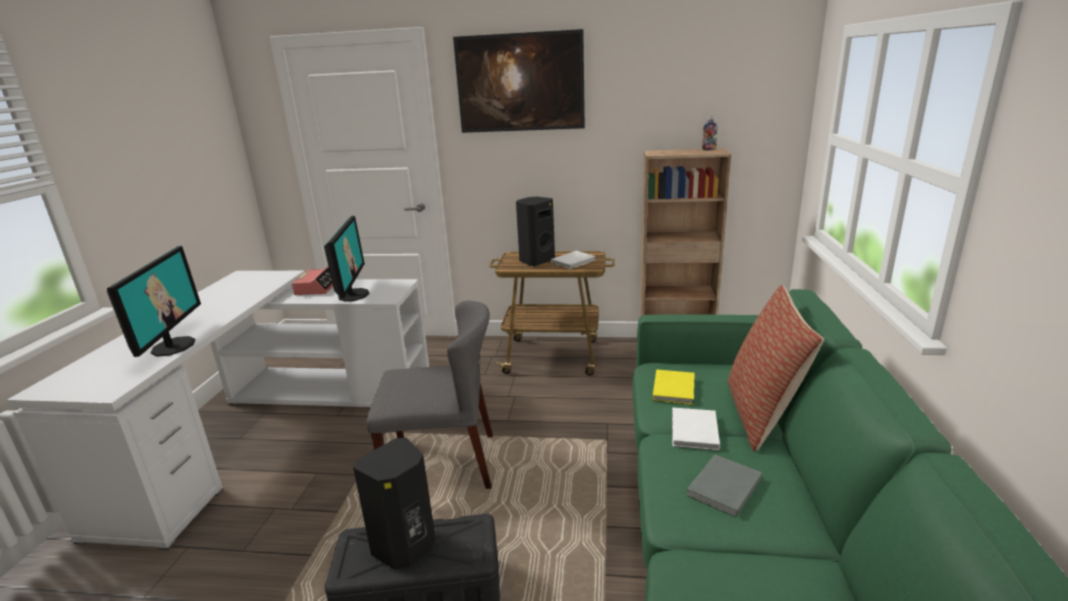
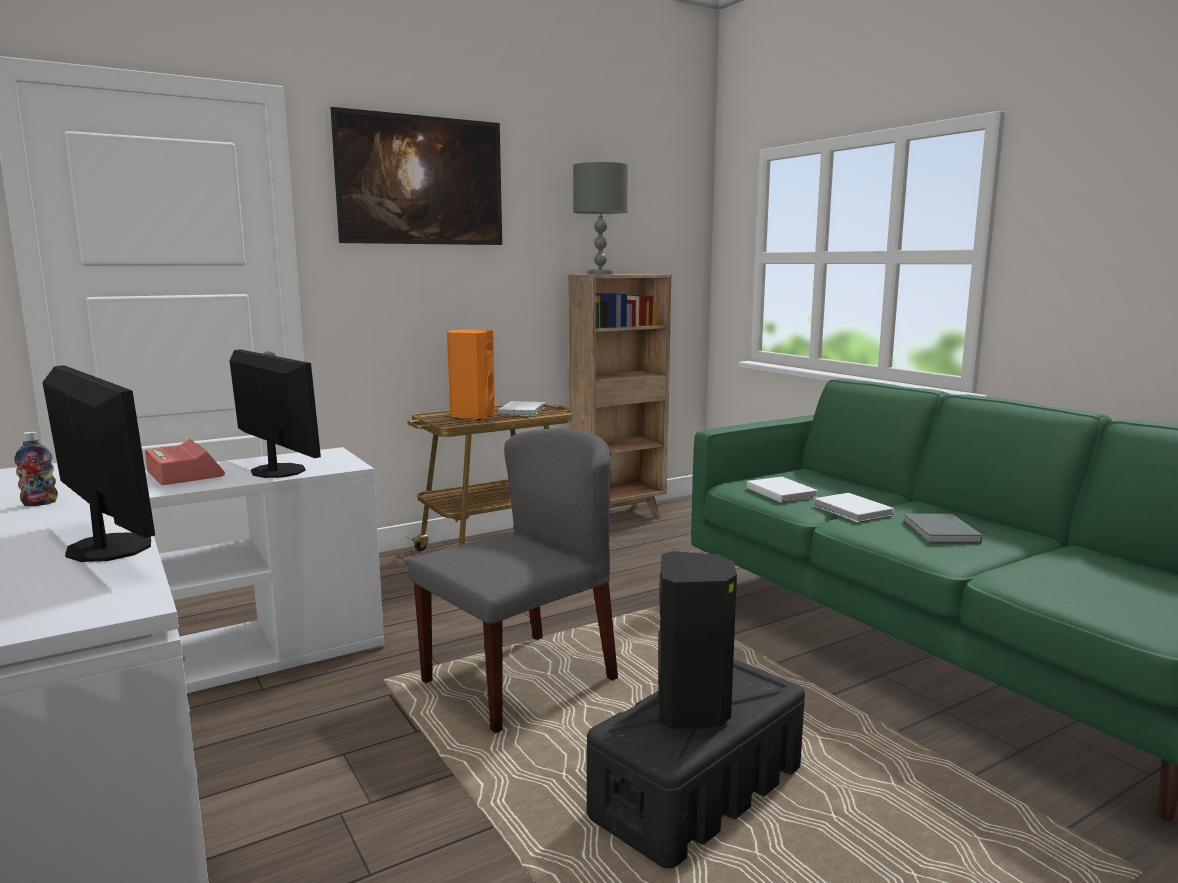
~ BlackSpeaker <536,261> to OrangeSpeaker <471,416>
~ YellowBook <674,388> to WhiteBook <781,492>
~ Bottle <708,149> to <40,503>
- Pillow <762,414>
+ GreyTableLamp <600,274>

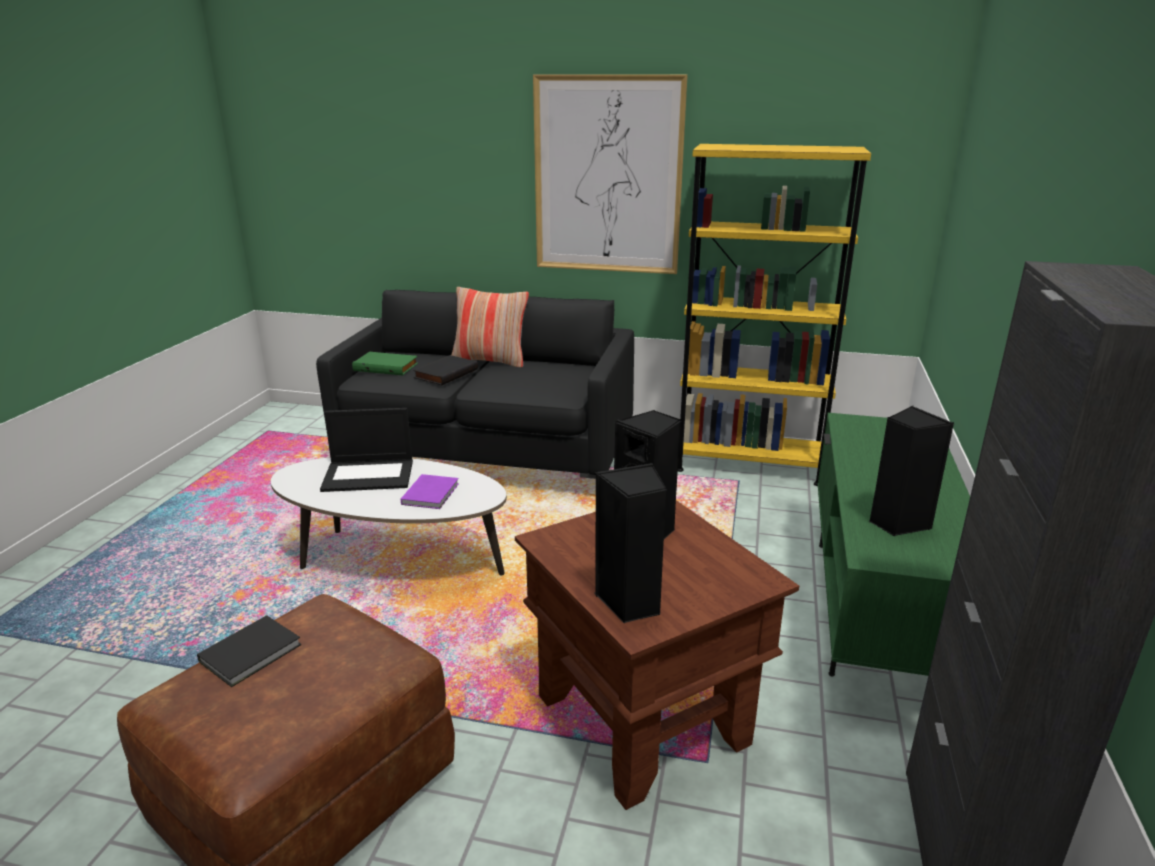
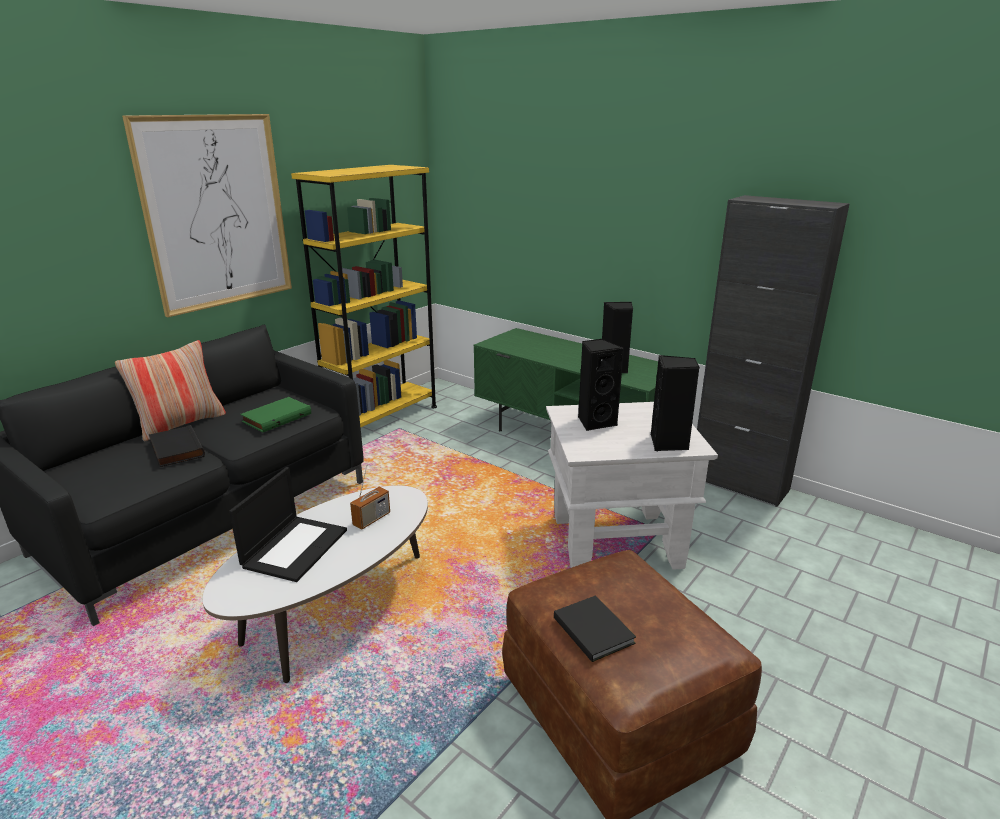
~ GreenBook <387,366> to <276,417>
~ PurpleBook <432,493> to Radio <371,519>
~ BrownSideTable <642,718> to WhiteSideTable <615,541>

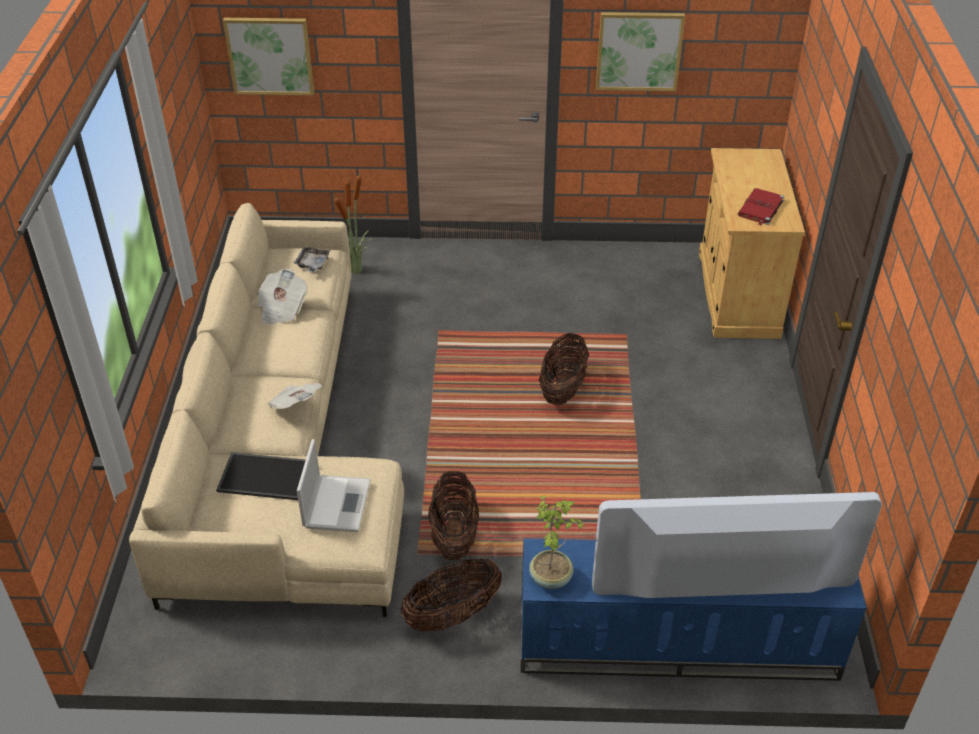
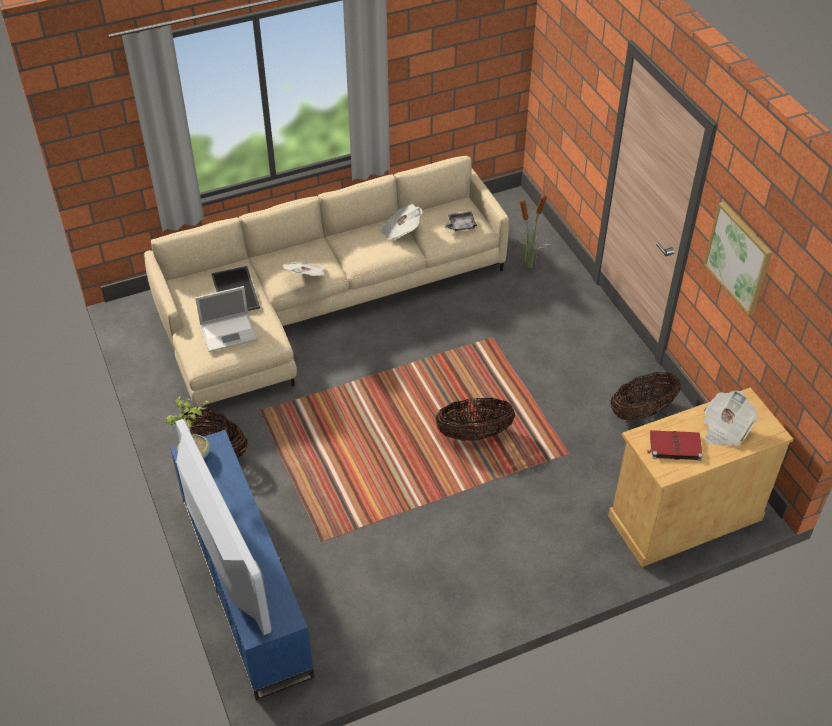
- Picture <270,55>
~ Basket <454,535> to <642,411>
+ Newspaper <724,429>

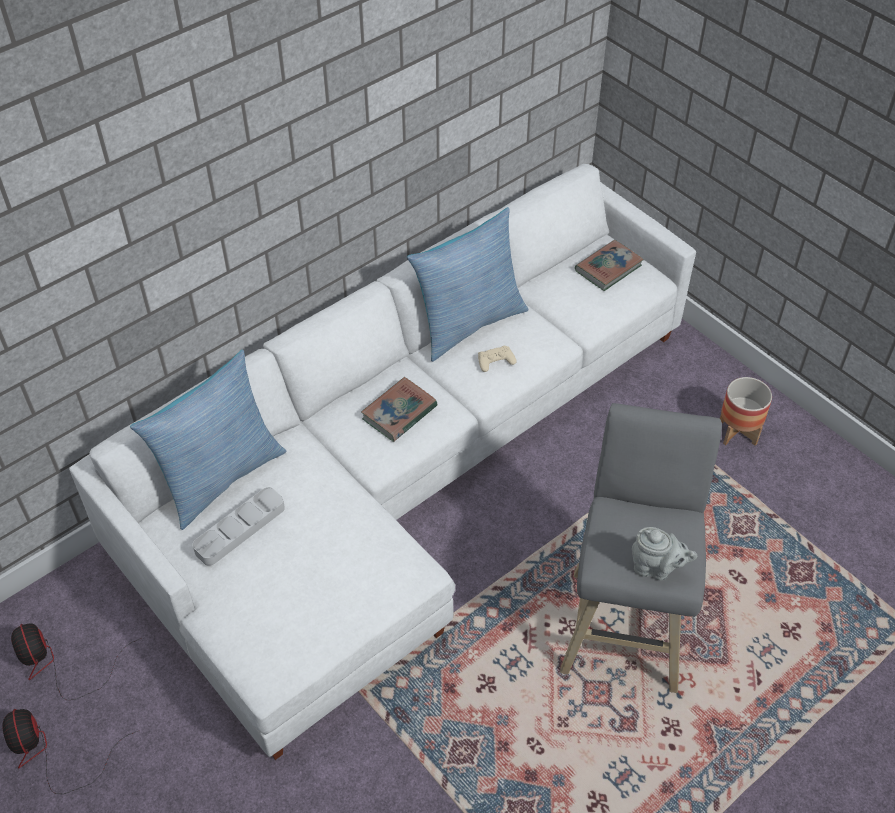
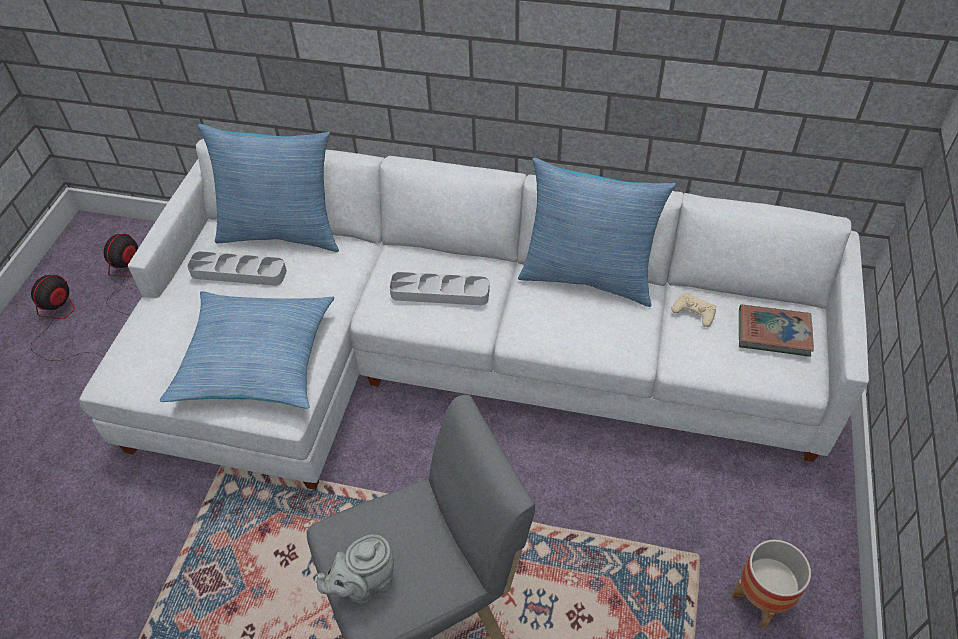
~ Book <399,413> to GreyTray <440,292>
~ BeigeGameController <495,361> to <694,312>
~ GreyTeapot <656,568> = <365,584> 75 degrees clockwise
+ Pillow <255,359>

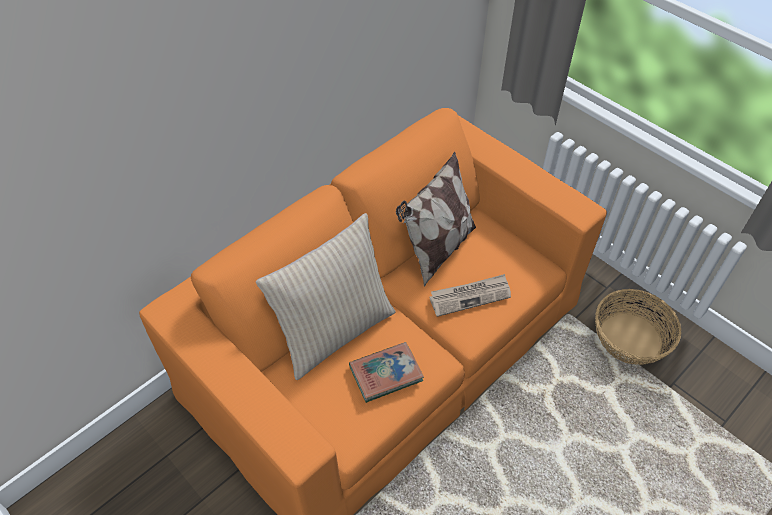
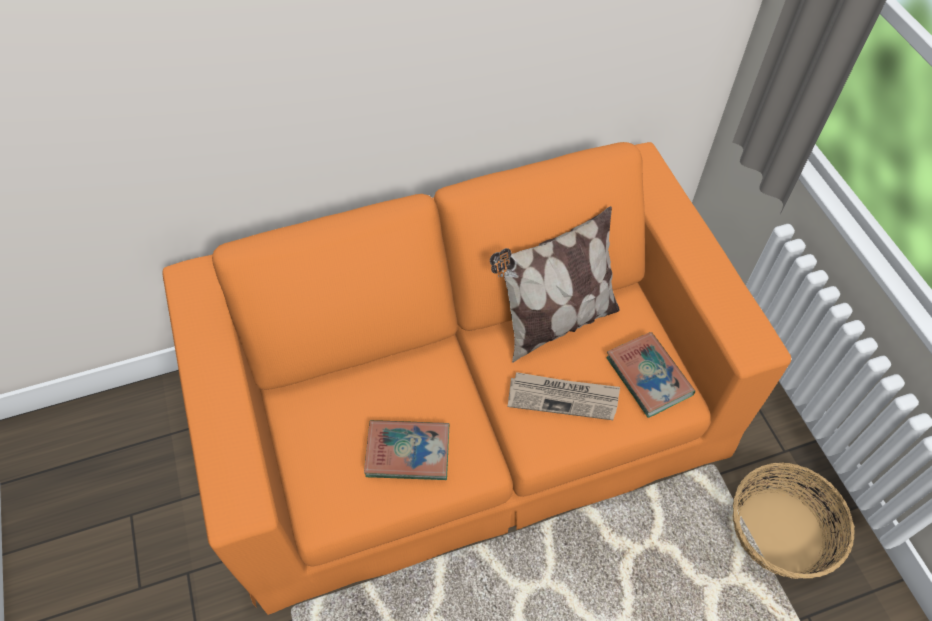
- BeigePillow <334,331>
+ Book <648,377>

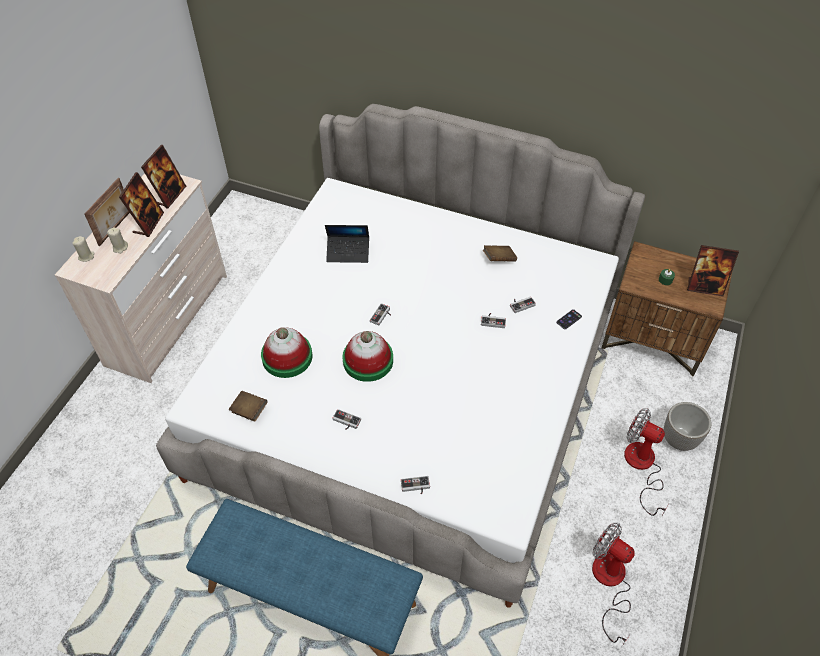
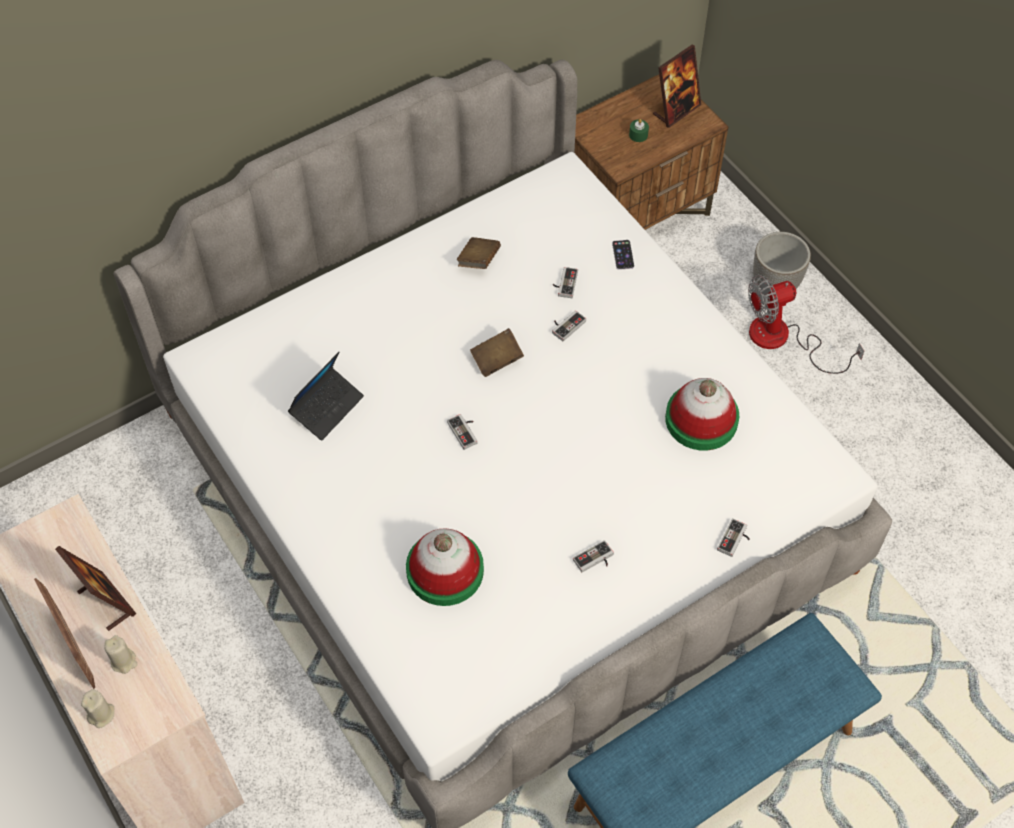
- PictureFrame <170,195>
~ BrownBook <249,411> to <496,360>
~ Hat <368,360> to <701,419>
- Fan <609,583>

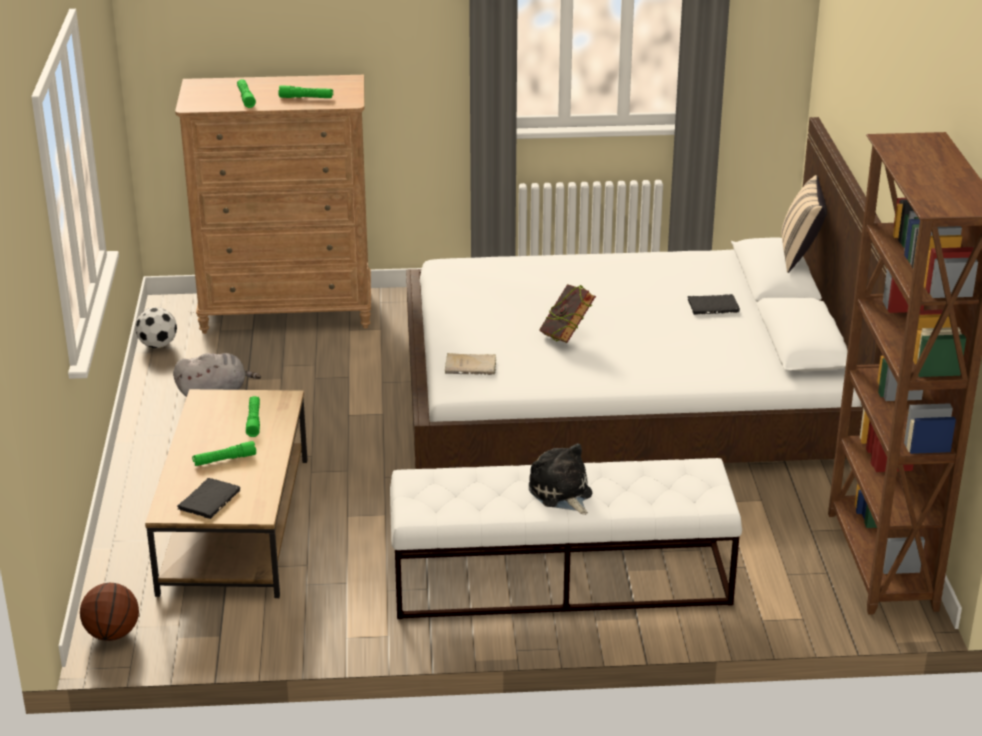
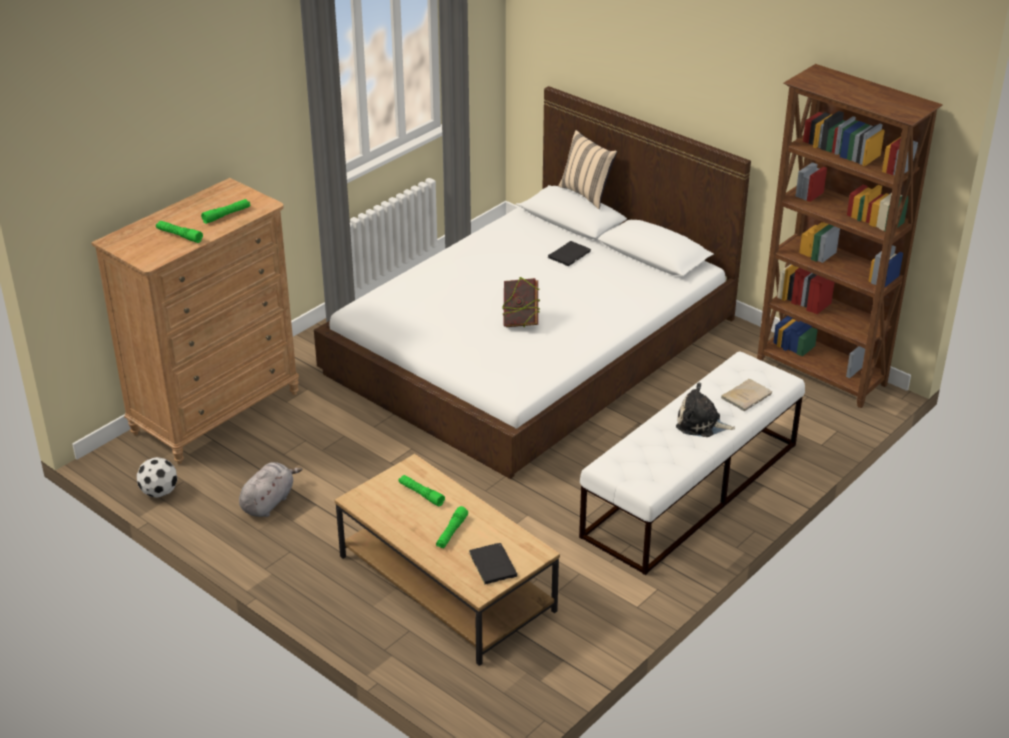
- Basketball <112,634>
~ BeigeBook <472,366> to <747,396>

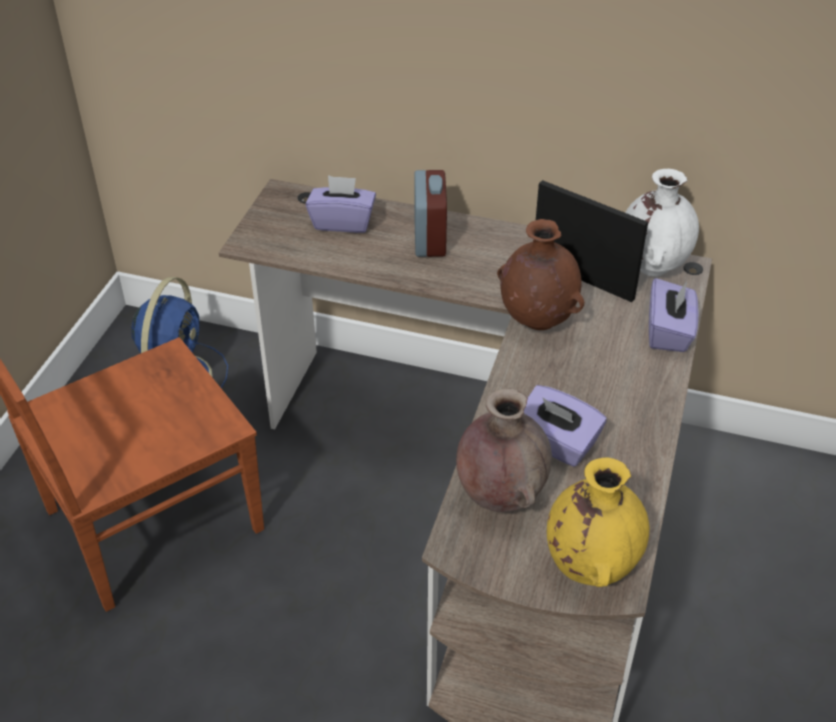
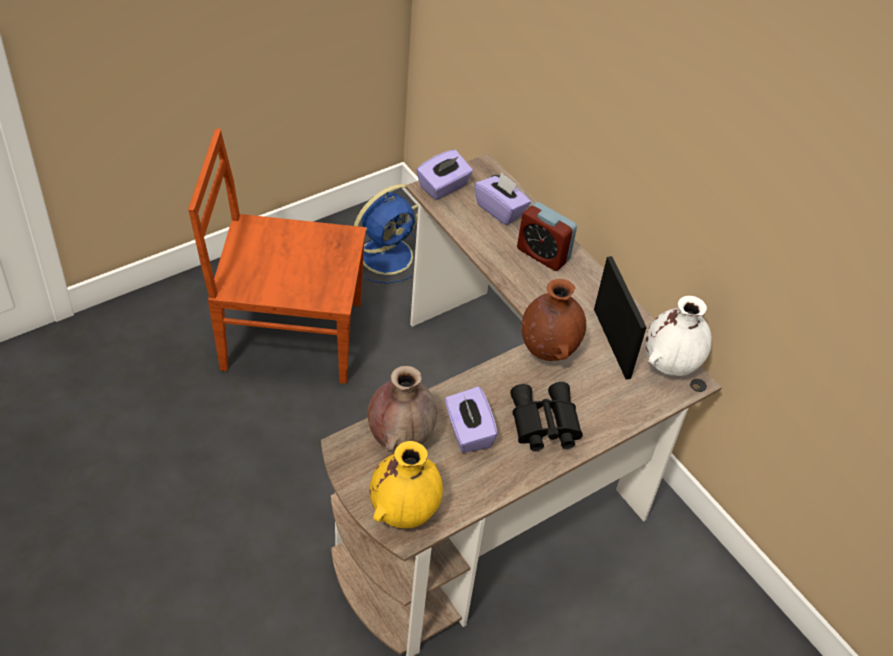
~ AlarmClock <430,239> = <543,254> 90 degrees clockwise
~ PurpleTissueBox <669,332> to <443,187>
+ BlackBinoculars <543,424>

